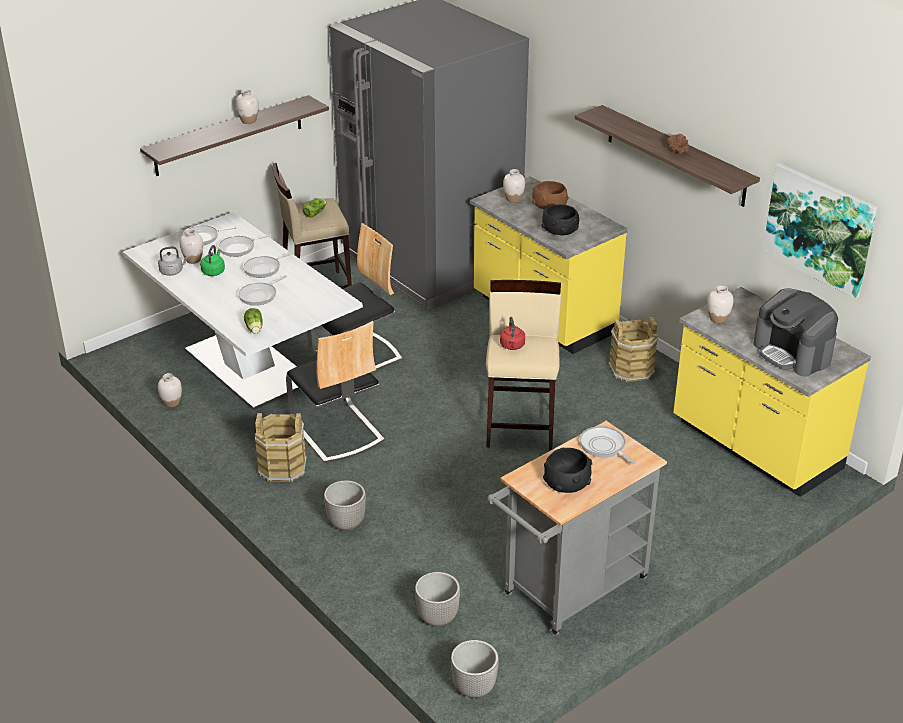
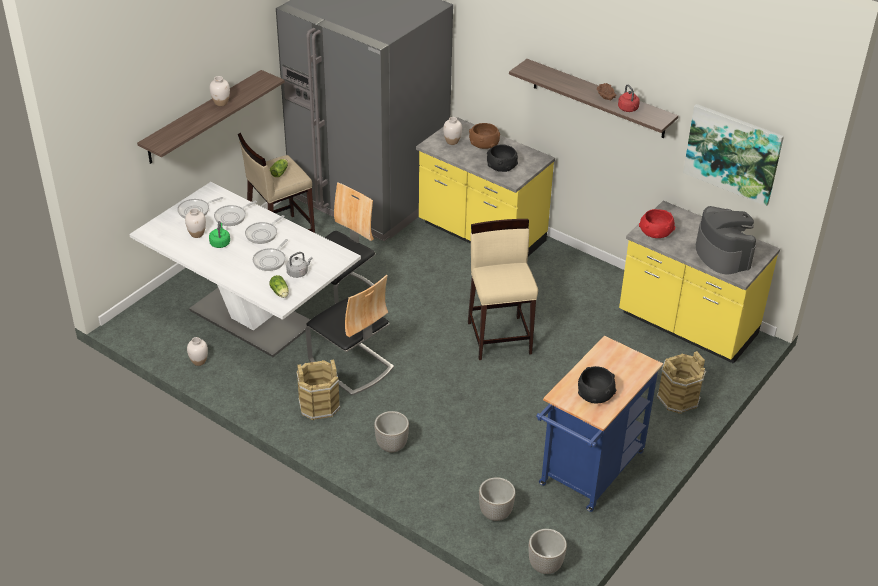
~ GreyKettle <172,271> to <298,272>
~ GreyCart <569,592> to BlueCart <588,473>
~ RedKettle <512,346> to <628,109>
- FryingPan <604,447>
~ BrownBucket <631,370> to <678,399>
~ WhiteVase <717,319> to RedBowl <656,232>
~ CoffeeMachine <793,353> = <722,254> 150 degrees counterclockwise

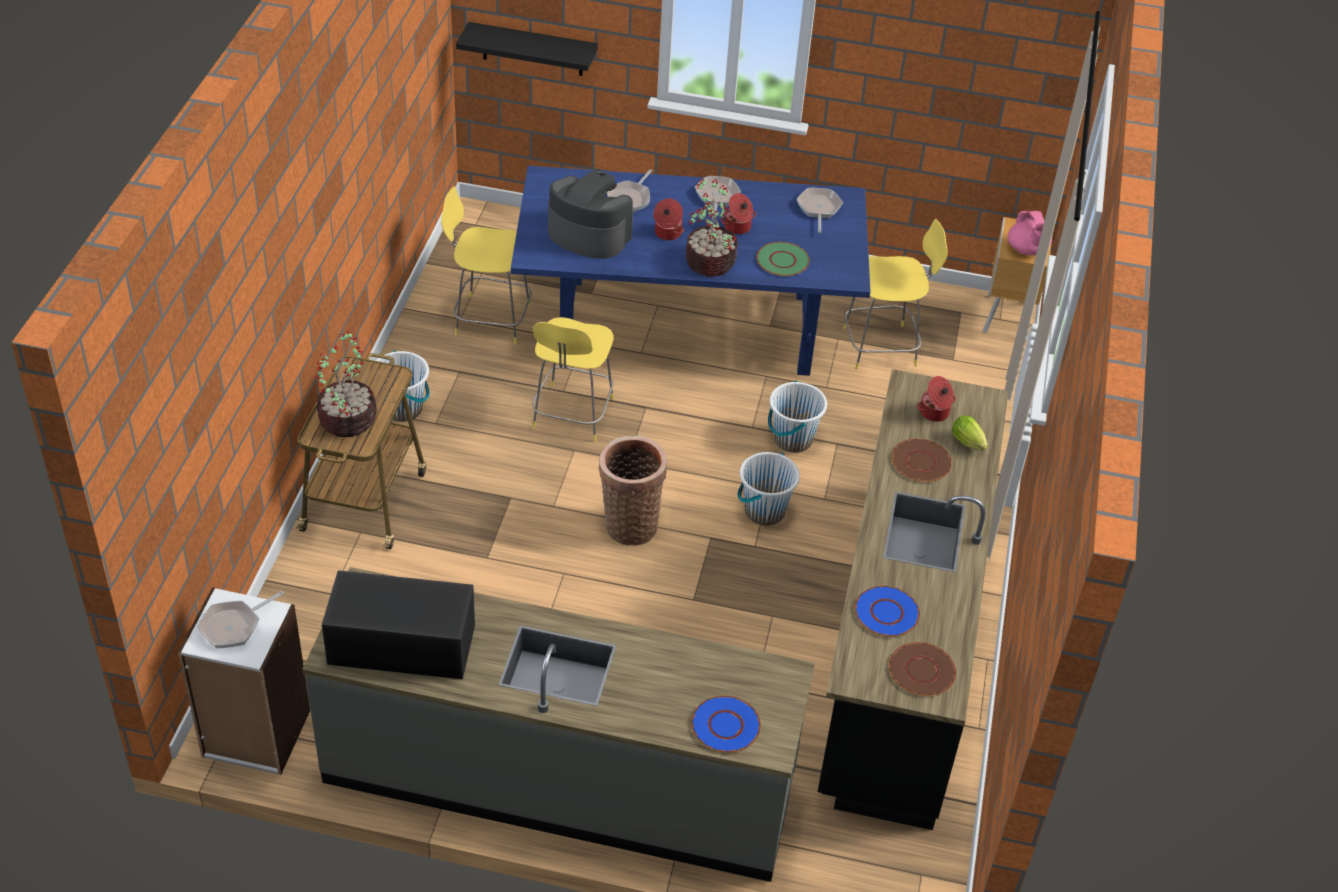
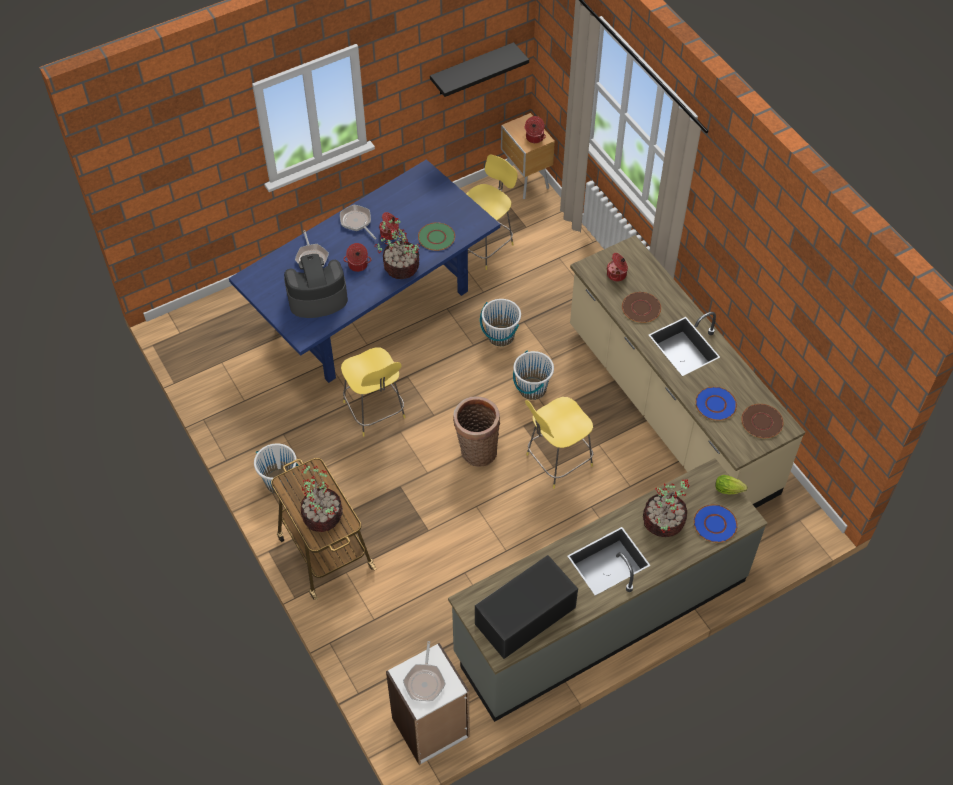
~ YellowStool <489,319> to <557,461>
~ BlackShelf <532,49> to <472,69>
- FryingPan <818,209>
~ BlackCounter <899,643> to BeigeCounter <669,410>
~ Lettuce <969,444> to <730,490>
~ PinkTeapot <1027,250> to CookingPot <534,138>
+ PottedPlant <663,523>

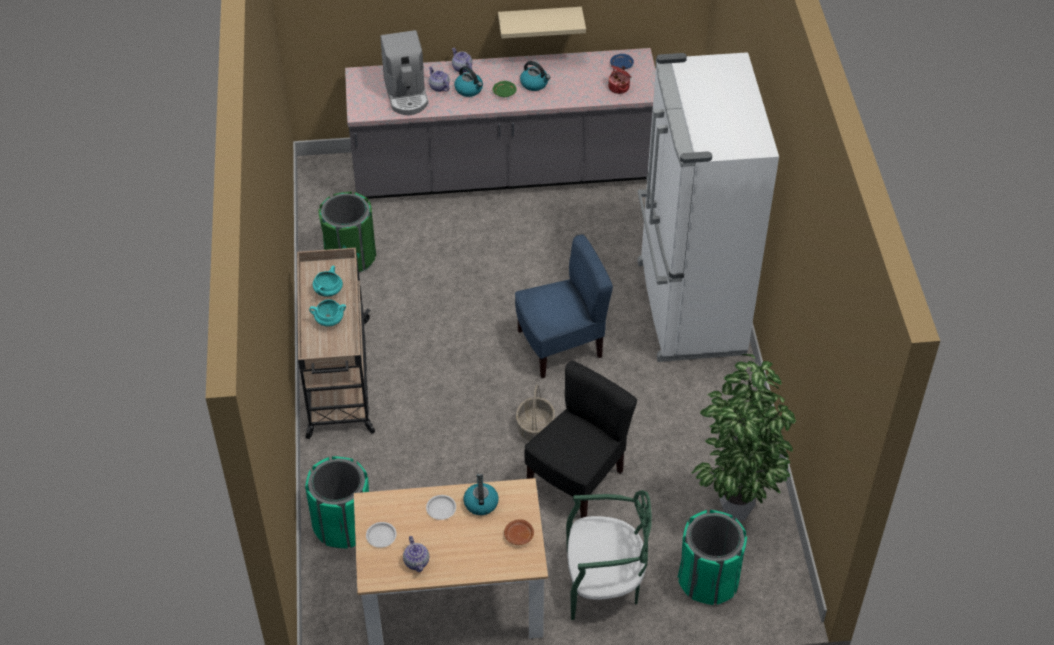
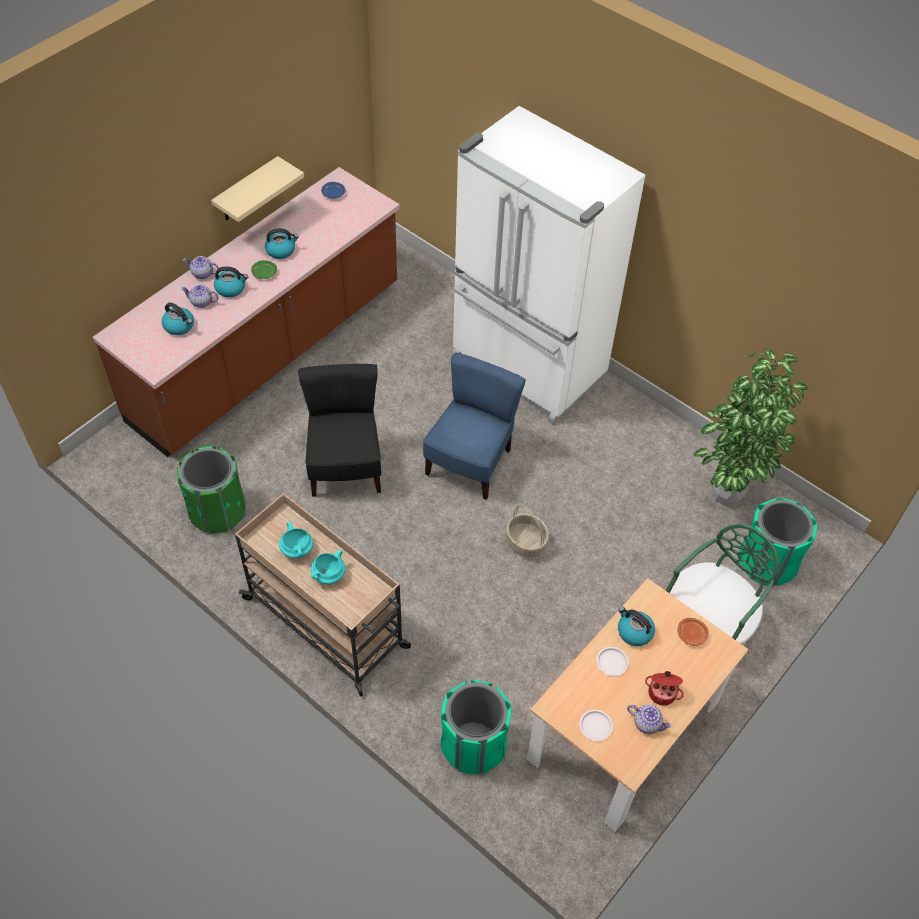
~ GreyCounter <503,173> to BrownCounter <268,353>
~ CoffeeMachine <406,94> to Kettle <179,326>
~ BlackChair <577,478> to <345,467>
~ CookingPot <619,87> to <662,692>

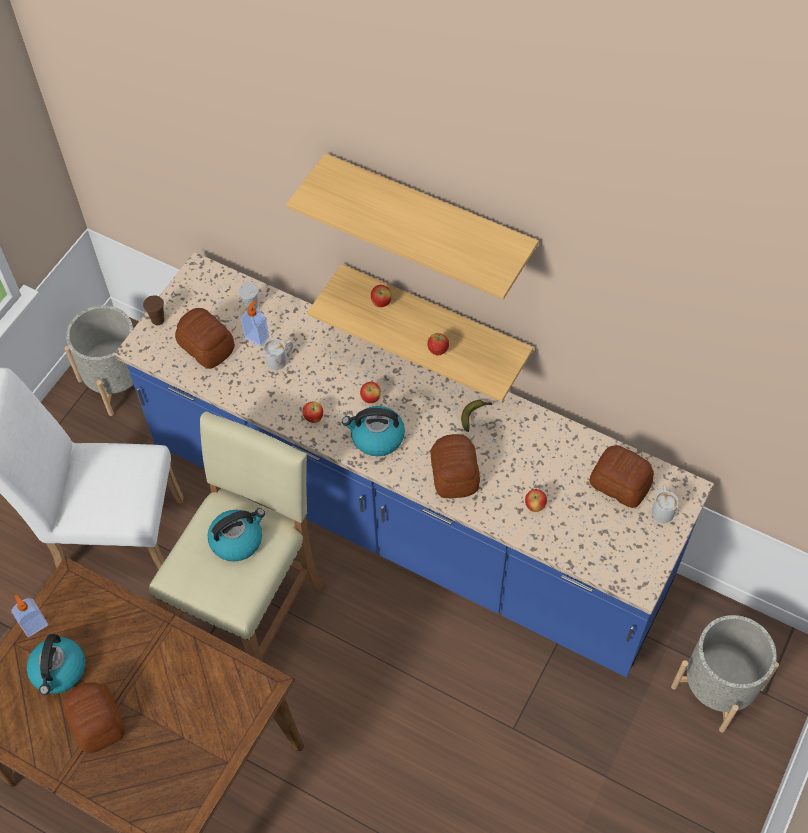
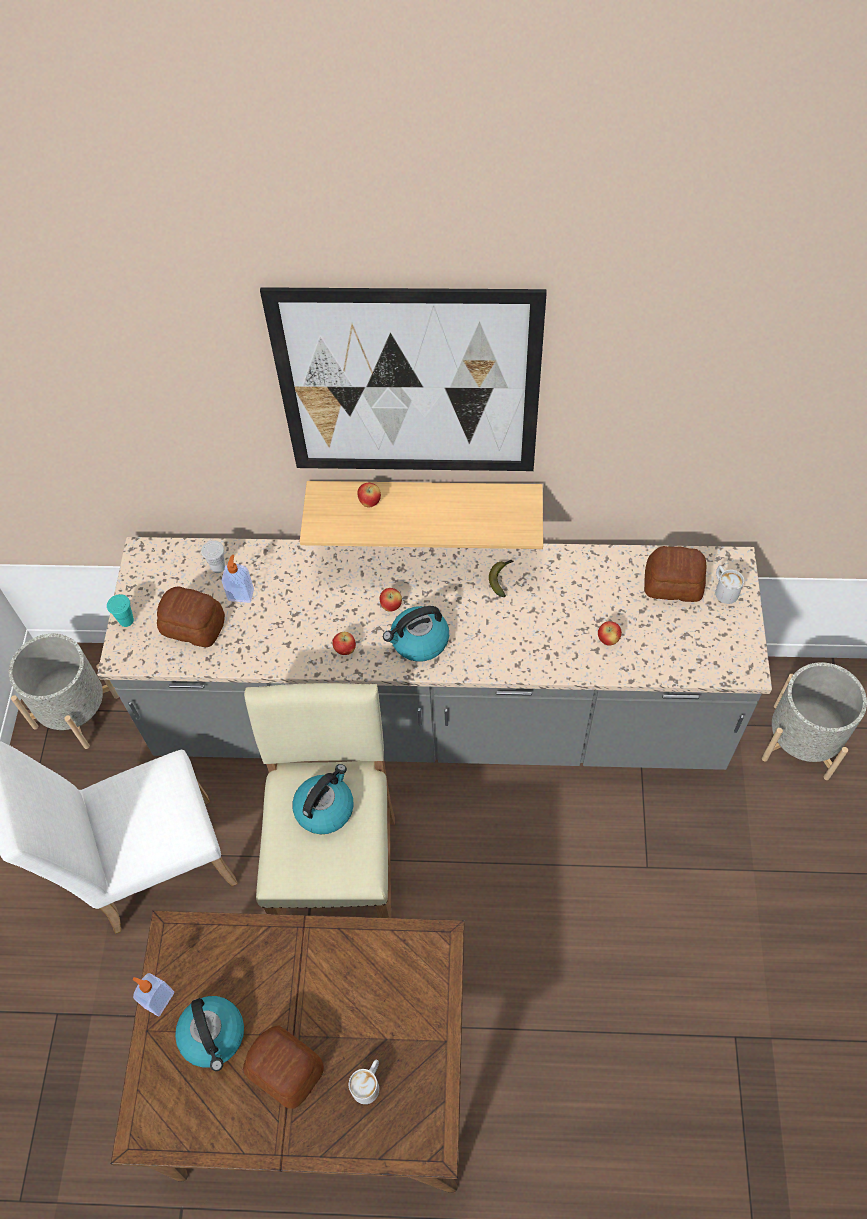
~ BlueCounter <406,519> to GreyCounter <439,717>
~ BrownCup <158,320> to TurquoiseCup <126,620>
~ WhiteMug <280,358> to <368,1083>
~ Shelf <429,217> to Picture <409,386>
- Apple <438,351>
- Bread <455,473>

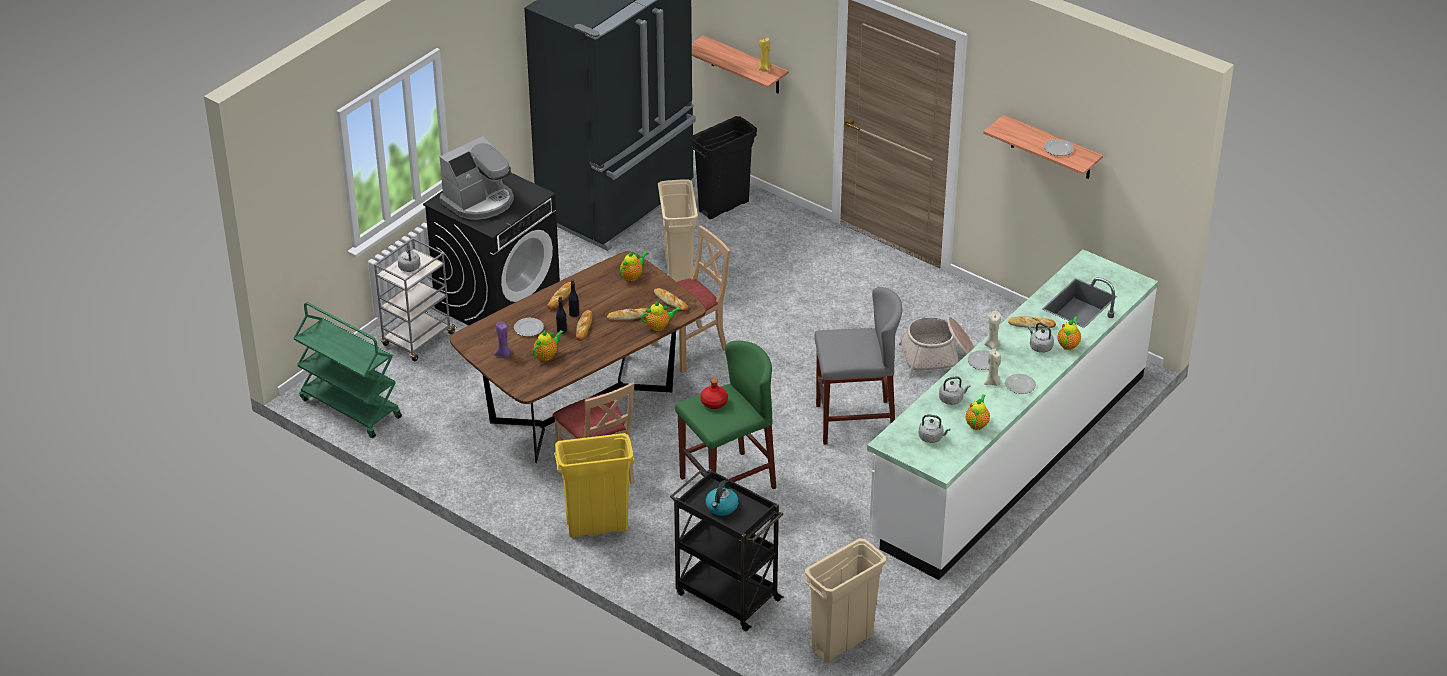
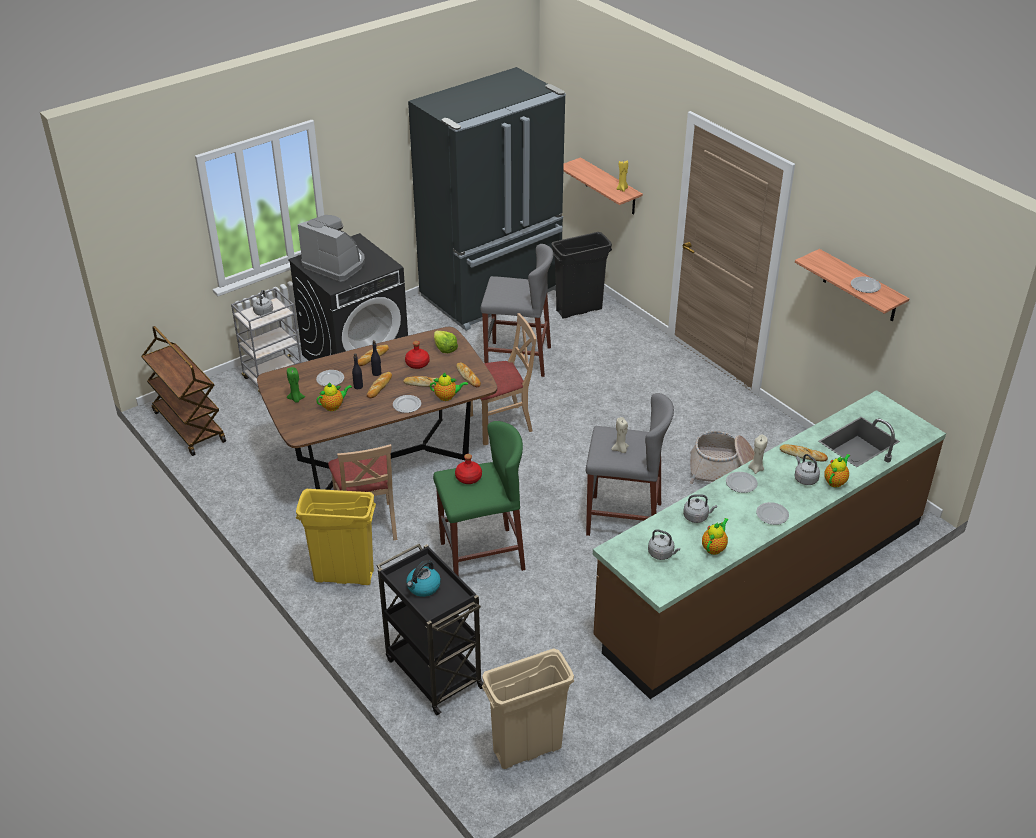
~ GreenCart <349,408> to BrownCart <188,426>
~ CoffeeMachine <479,201> = <335,264> 120 degrees counterclockwise
~ PurpleCandle <504,354> to GreenCandle <296,399>
~ Teapot <632,276> to Lettuce <445,348>
~ BeigeTrashCan <678,273> to GreyStool <517,359>
~ WhiteCounter <1009,456> to BrownCounter <762,580>
~ BeigeCandle <992,383> to <620,449>
+ Plate <407,405>
+ RedBottle <417,364>

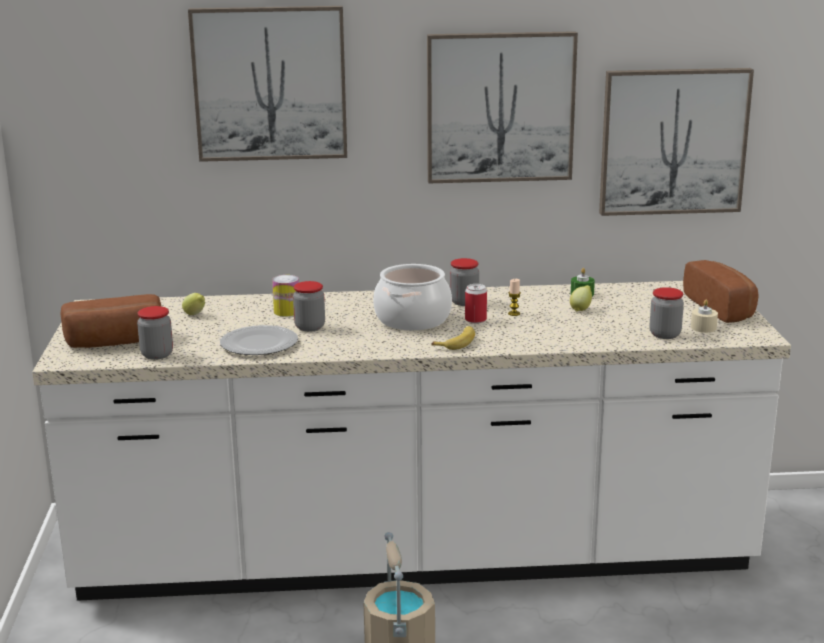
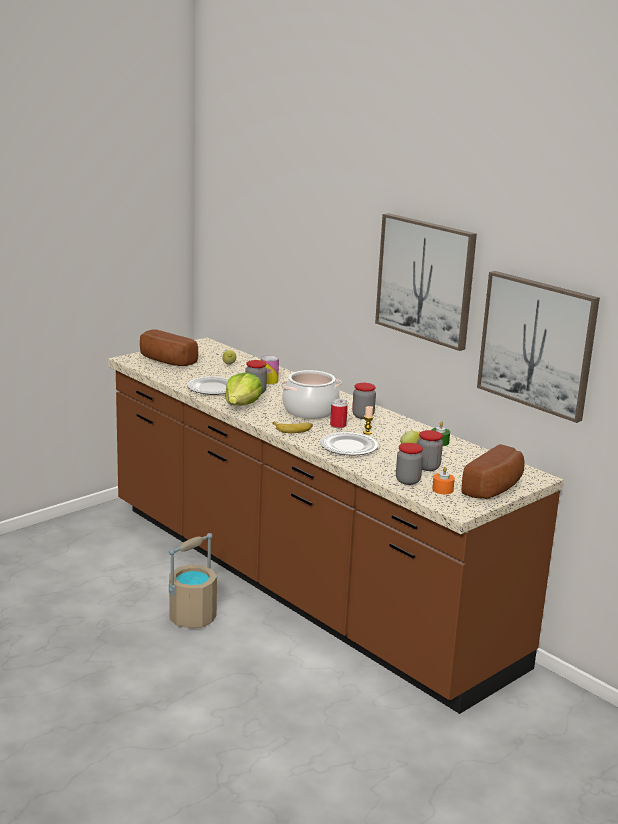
~ WhiteCounter <414,554> to BrownCounter <300,584>
~ Jar <157,355> to <427,467>
- Picture <270,83>
~ BeigeCandle <703,328> to OrangeCandle <442,489>
+ Lettuce <242,405>
+ Plate <347,446>

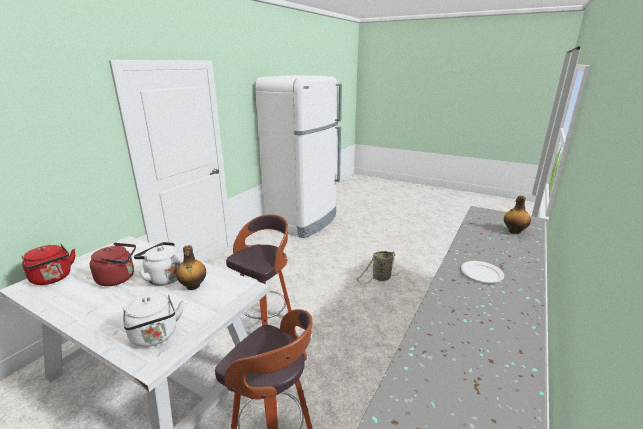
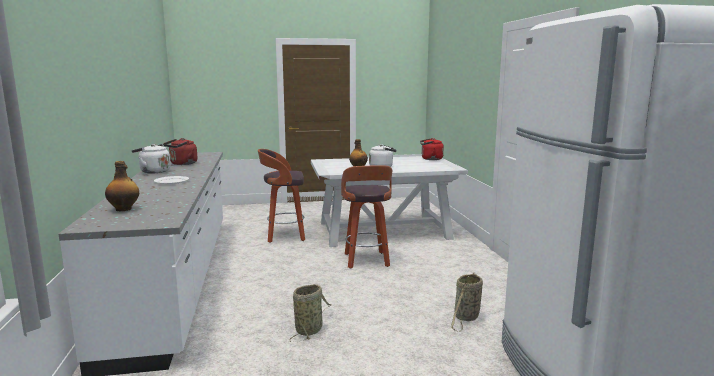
~ RedKettle <119,278> to <182,164>
~ WhiteKettle <155,336> to <153,171>
+ Basket <466,318>

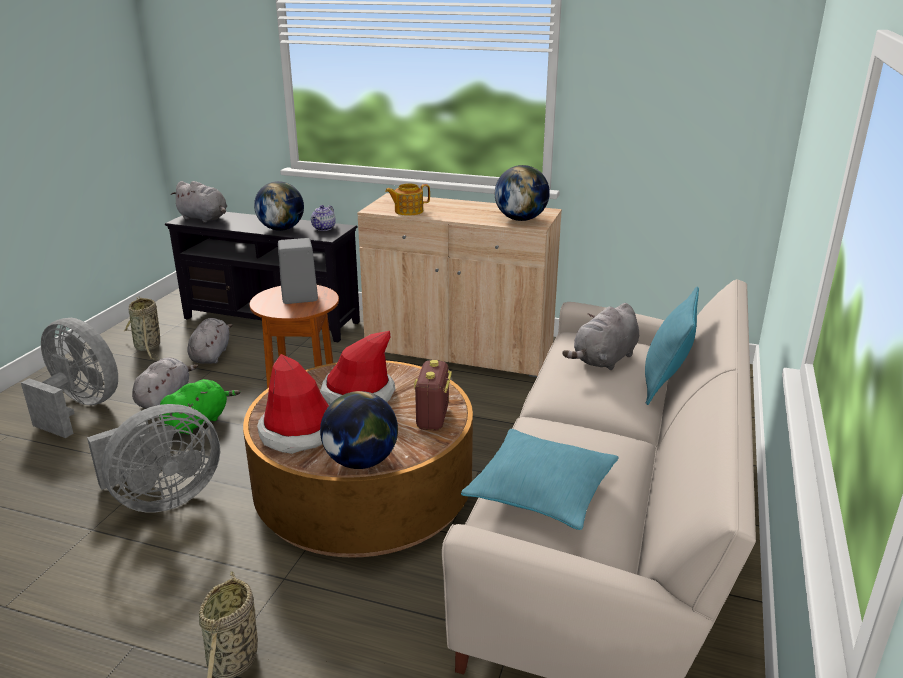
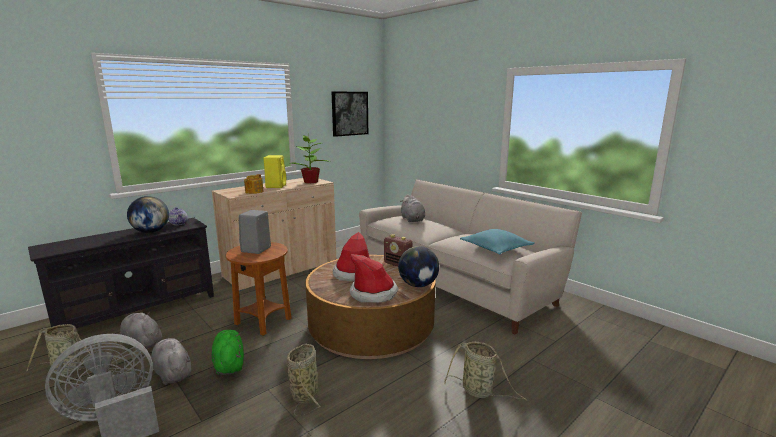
~ GreyFan <162,498> to Basket <305,393>
- GreyPlushToy <204,218>
~ Globe <520,219> to PottedPlant <311,182>
- TurquoisePillow <665,383>
+ YellowSpeaker <276,186>
+ Picture <349,113>

